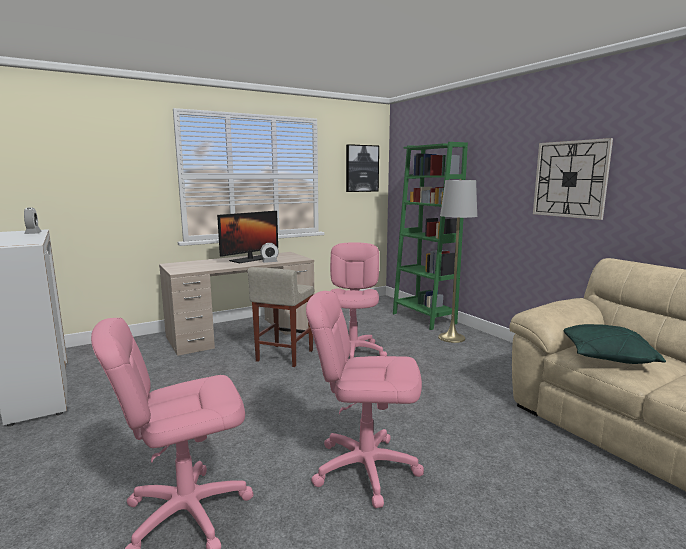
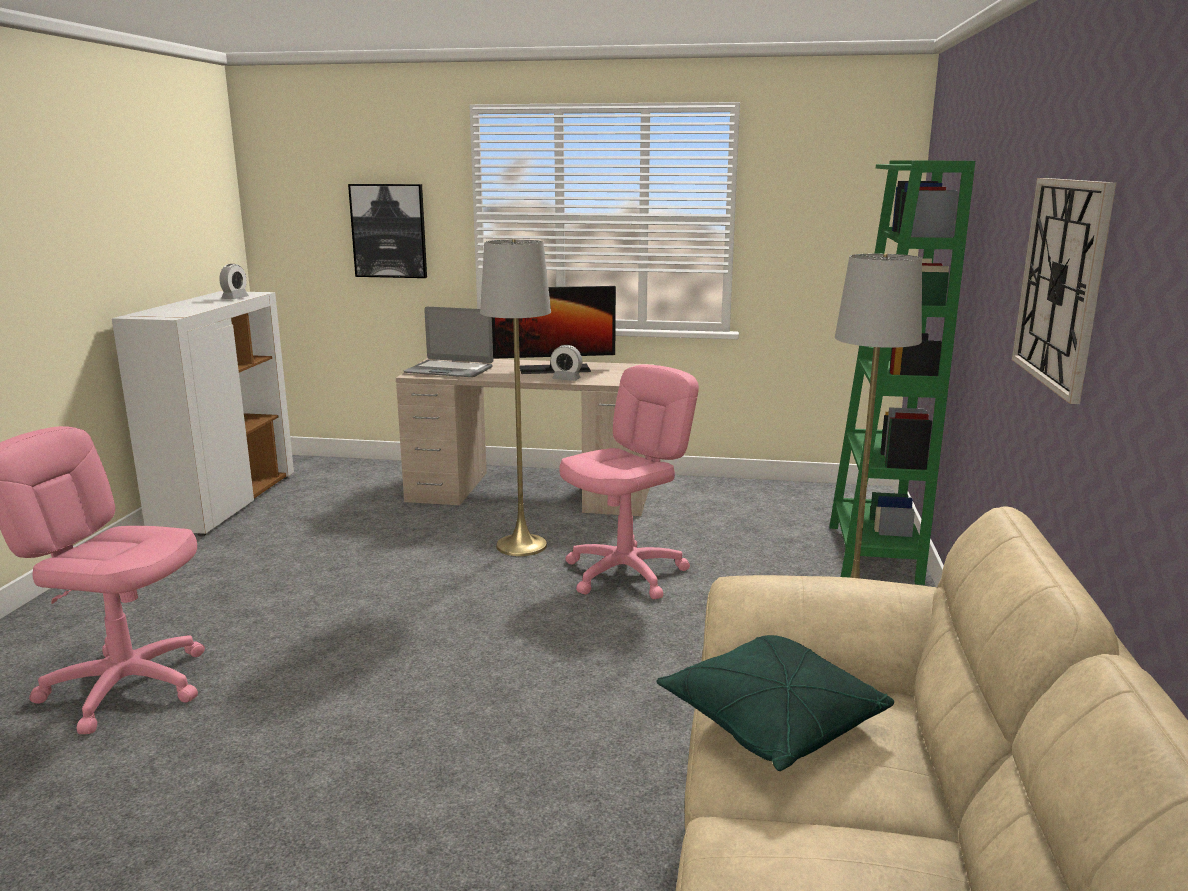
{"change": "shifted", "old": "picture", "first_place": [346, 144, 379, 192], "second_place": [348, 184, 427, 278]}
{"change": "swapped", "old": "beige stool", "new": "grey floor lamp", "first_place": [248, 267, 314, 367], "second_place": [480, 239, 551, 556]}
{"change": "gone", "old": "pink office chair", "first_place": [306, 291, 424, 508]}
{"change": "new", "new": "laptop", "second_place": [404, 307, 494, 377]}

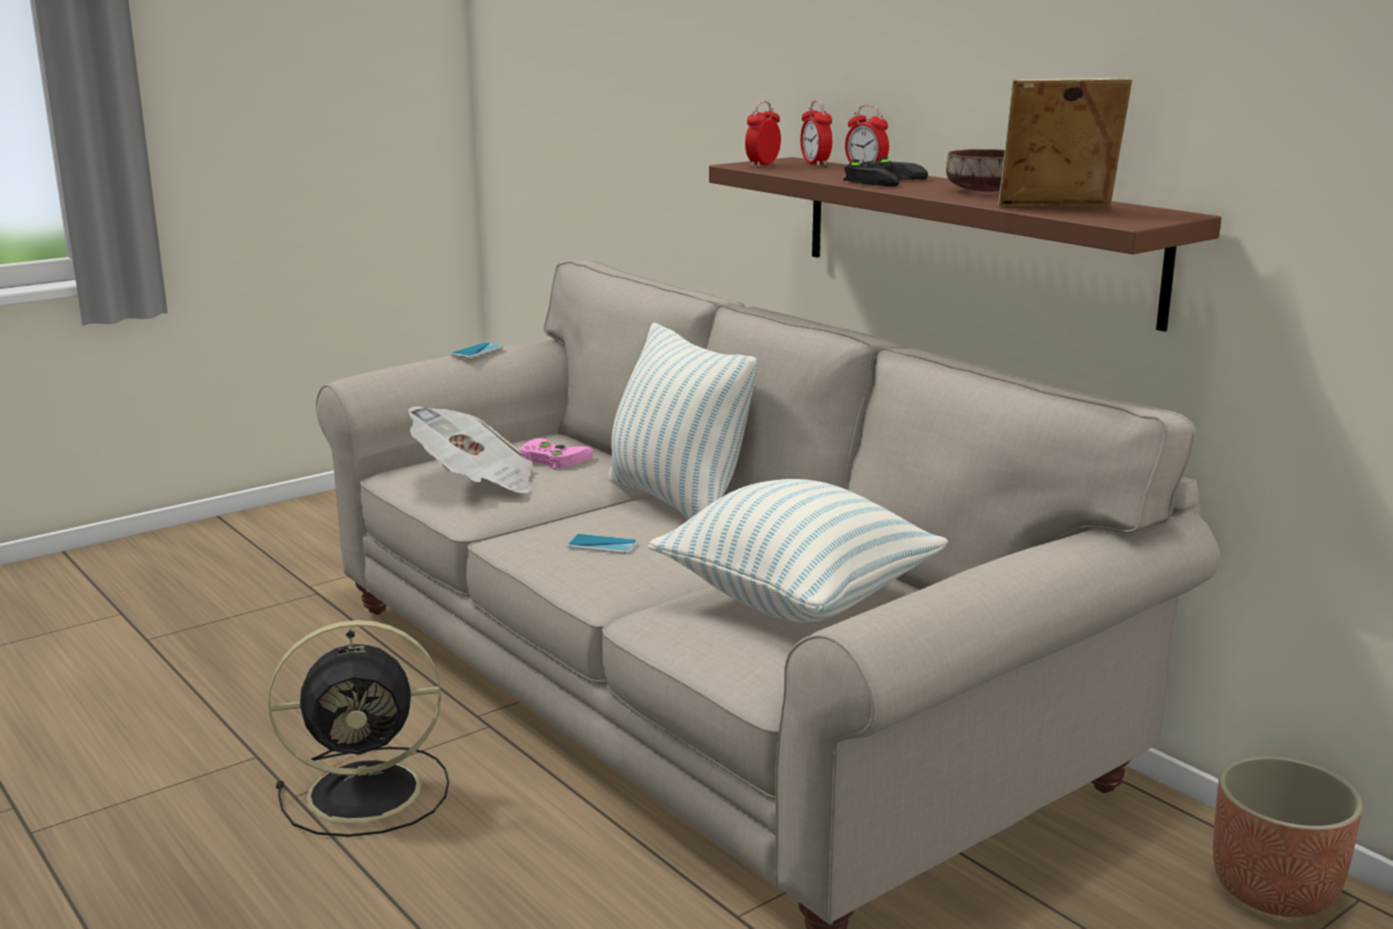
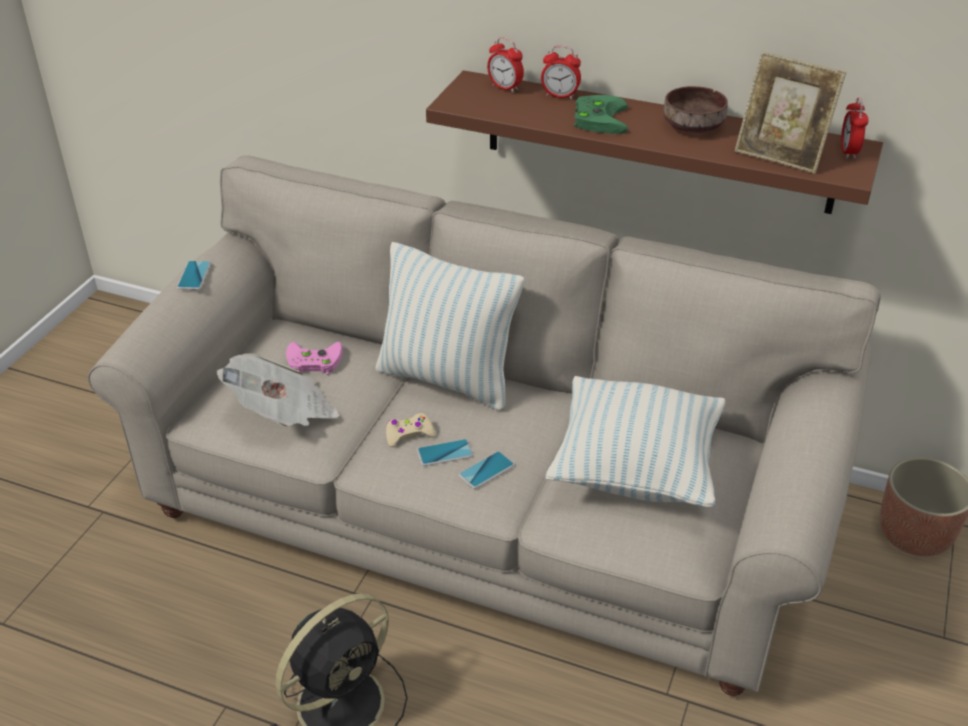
{"change": "rotated", "old": "picture frame", "first_place": [998, 77, 1132, 206], "second_place": [735, 51, 846, 174], "degrees": -120}
{"change": "shifted", "old": "alarm clock", "first_place": [745, 101, 781, 167], "second_place": [841, 97, 868, 159]}
{"change": "repainted", "old": "black game controller", "new": "green game controller", "first_place": [844, 157, 928, 186], "second_place": [574, 95, 628, 134]}
{"change": "new", "new": "beige game controller", "second_place": [386, 413, 436, 447]}
{"change": "new", "new": "phone", "second_place": [459, 451, 515, 489]}

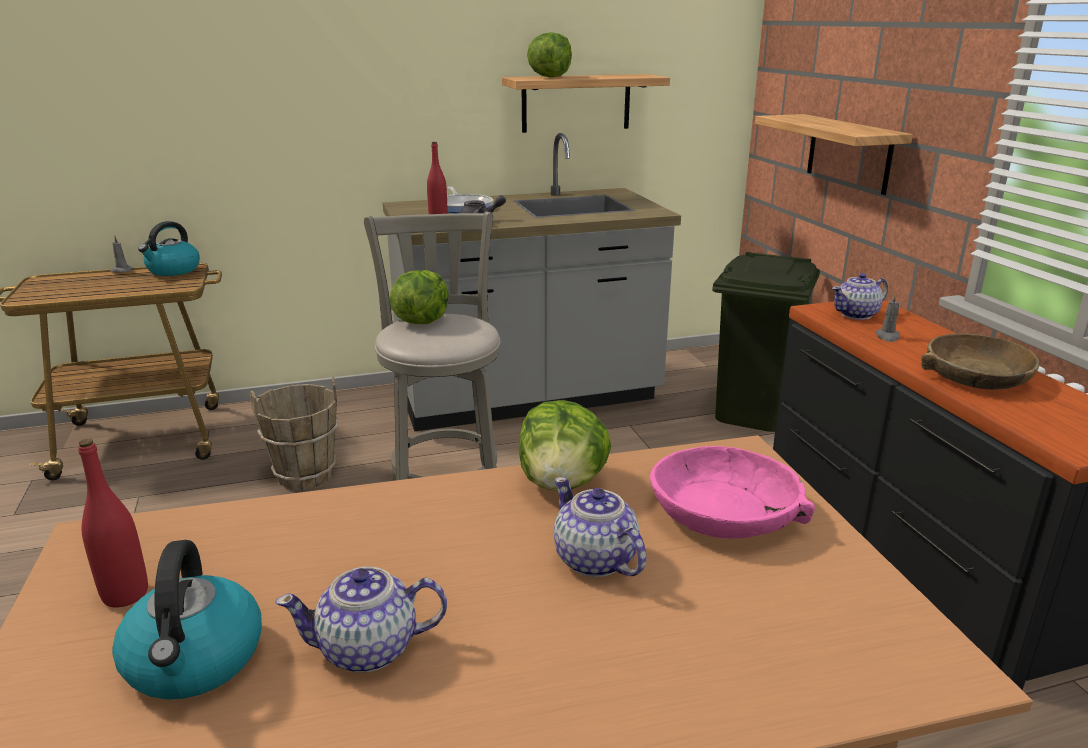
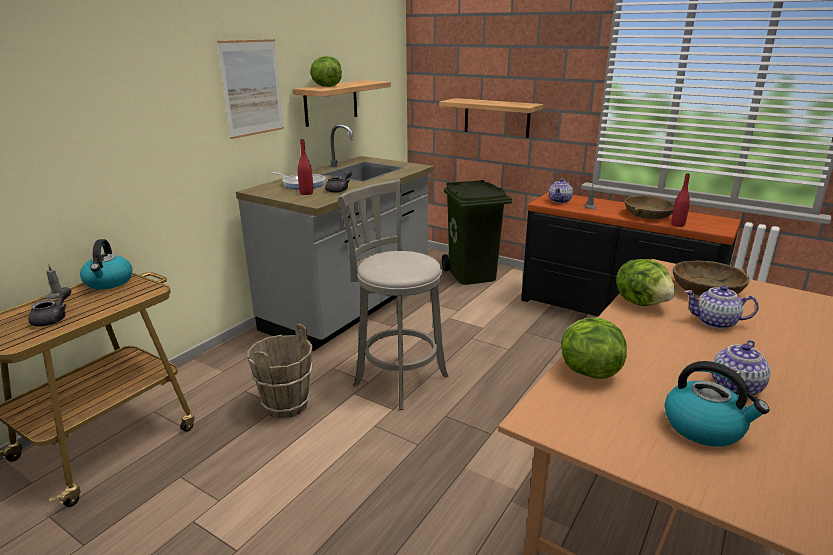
{"change": "shifted", "old": "lettuce", "first_place": [389, 270, 449, 324], "second_place": [561, 318, 627, 379]}
{"change": "shifted", "old": "red bottle", "first_place": [78, 439, 148, 608], "second_place": [671, 173, 690, 227]}
{"change": "repainted", "old": "pink bowl", "new": "brown bowl", "first_place": [650, 446, 815, 538], "second_place": [673, 260, 750, 296]}
{"change": "new", "new": "picture", "second_place": [217, 39, 284, 139]}
{"change": "new", "new": "grey teapot", "second_place": [28, 287, 71, 326]}

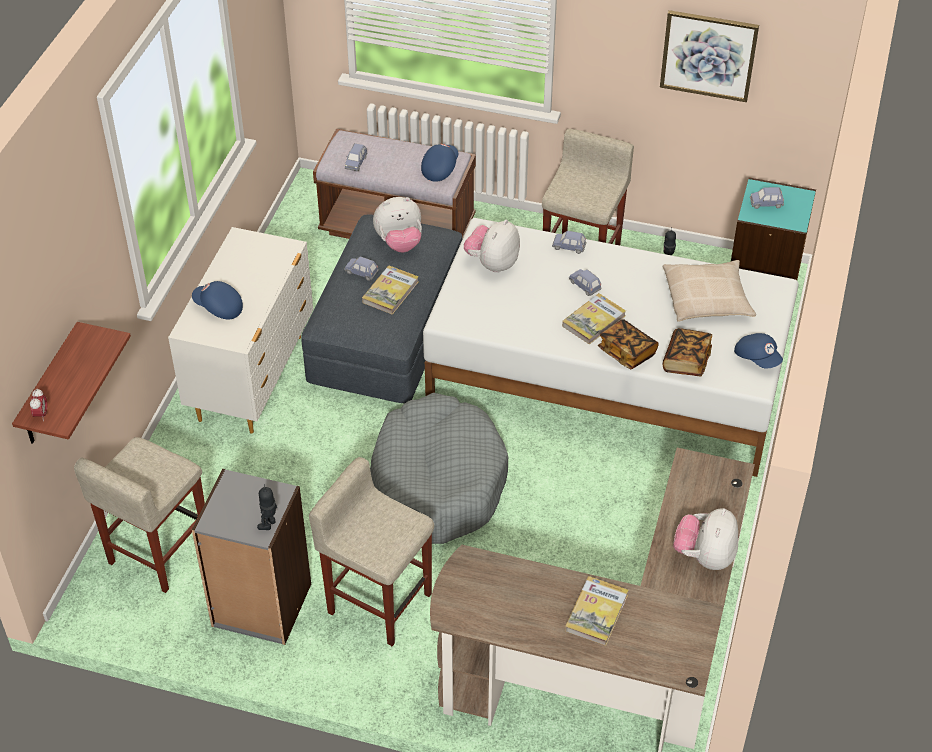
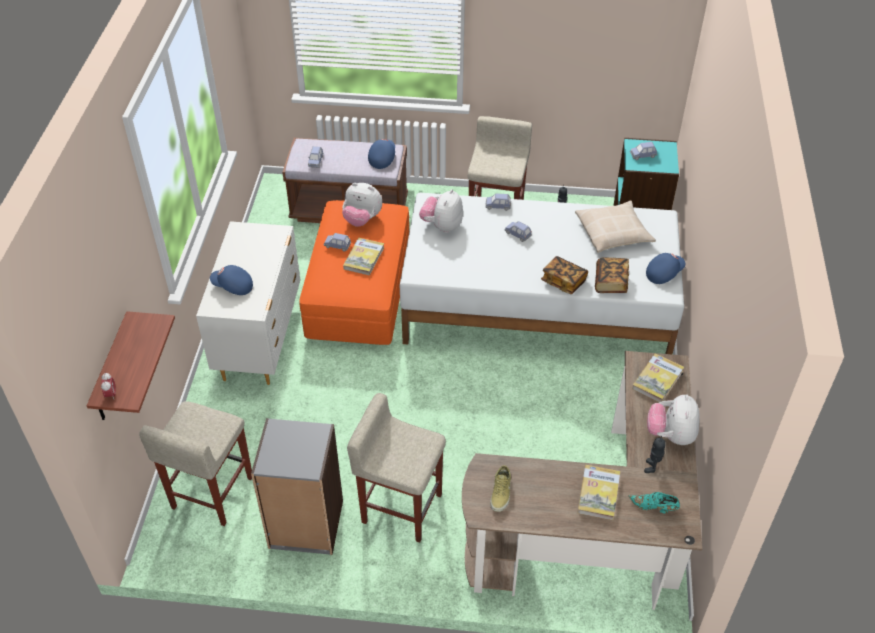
{"change": "gone", "old": "picture", "first_place": [660, 10, 759, 102]}
{"change": "rotated", "old": "plush toy", "first_place": [373, 197, 422, 253], "second_place": [342, 183, 382, 227], "degrees": 45}
{"change": "repainted", "old": "grey ottoman", "new": "orange ottoman", "first_place": [301, 215, 462, 404], "second_place": [300, 200, 409, 345]}
{"change": "shifted", "old": "book", "first_place": [562, 293, 626, 345], "second_place": [632, 353, 684, 402]}
{"change": "rotated", "old": "blue cap", "first_place": [734, 333, 783, 368], "second_place": [646, 253, 685, 284], "degrees": -75}
{"change": "gone", "old": "grey dog bed", "first_place": [370, 393, 509, 544]}
{"change": "shifted", "old": "toy robot", "first_place": [257, 484, 277, 530], "second_place": [644, 436, 666, 473]}
{"change": "new", "new": "beige shoe", "second_place": [490, 465, 511, 512]}
{"change": "new", "new": "turquoise shoe", "second_place": [628, 492, 680, 513]}

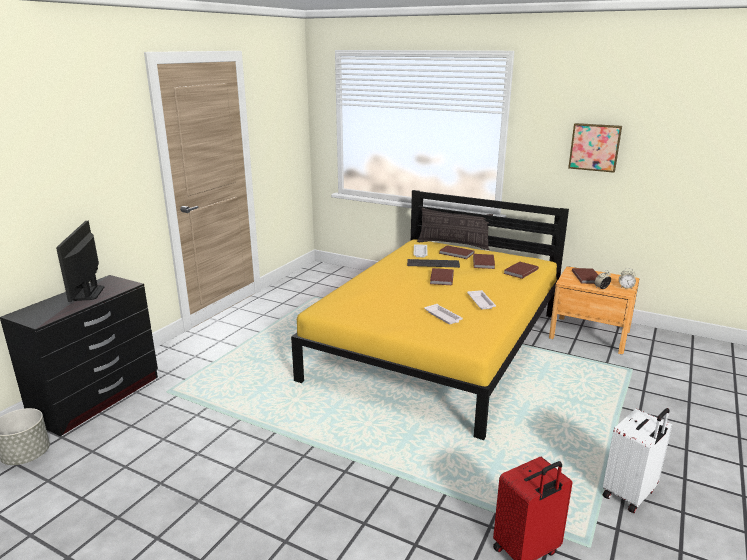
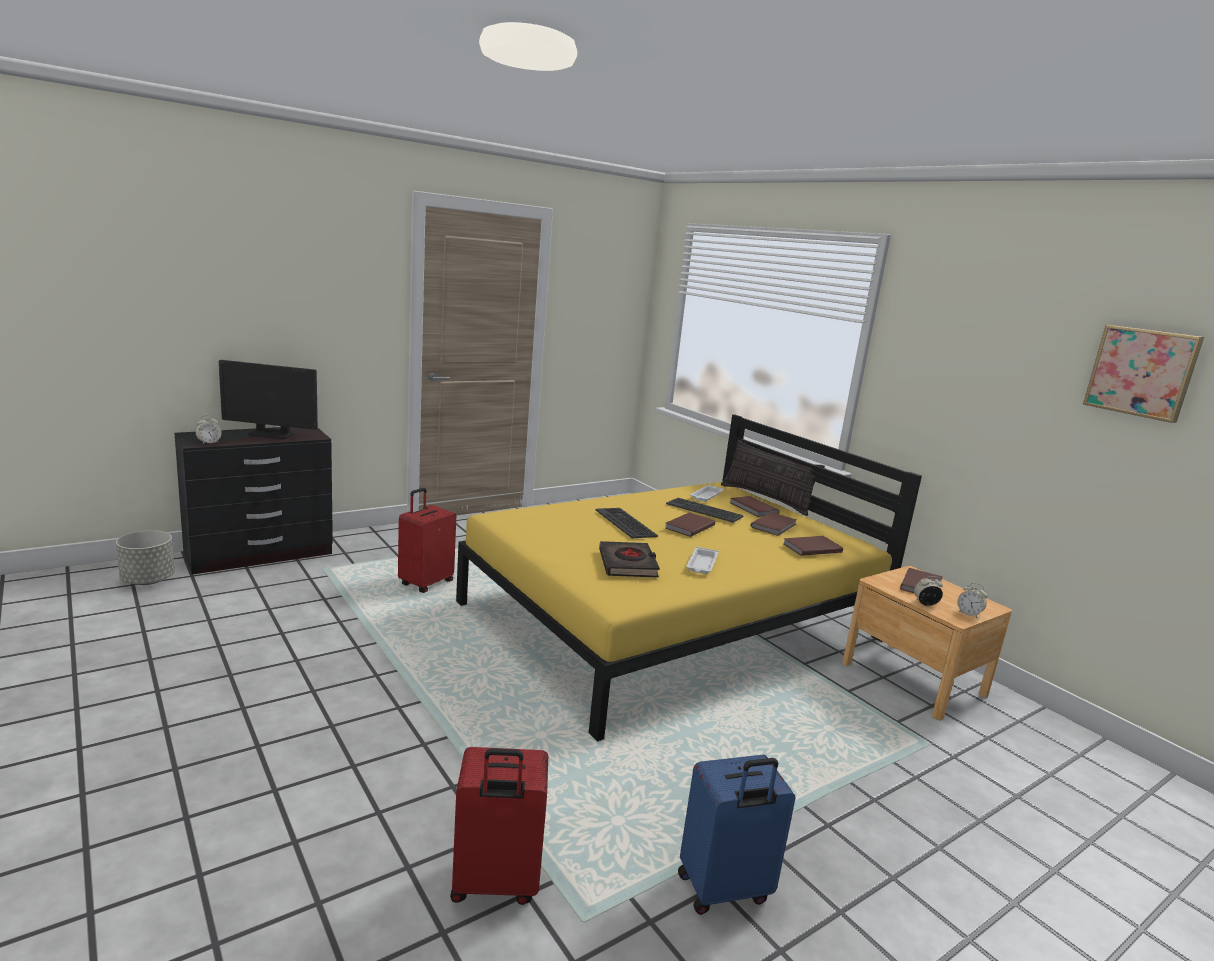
{"change": "shifted", "old": "picture", "first_place": [568, 123, 622, 173], "second_place": [1083, 325, 1204, 423]}
{"change": "rotated", "old": "monitor", "first_place": [56, 221, 104, 302], "second_place": [219, 360, 318, 439], "degrees": -105}
{"change": "swapped", "old": "white tray", "new": "black book", "first_place": [424, 304, 463, 324], "second_place": [599, 541, 660, 578]}
{"change": "repainted", "old": "white suitcase", "new": "blue suitcase", "first_place": [603, 408, 672, 513], "second_place": [678, 755, 796, 915]}
{"change": "new", "new": "alarm clock", "second_place": [195, 415, 222, 445]}
{"change": "new", "new": "red suitcase", "second_place": [398, 488, 456, 593]}
{"change": "new", "new": "keyboard", "second_place": [596, 508, 658, 538]}

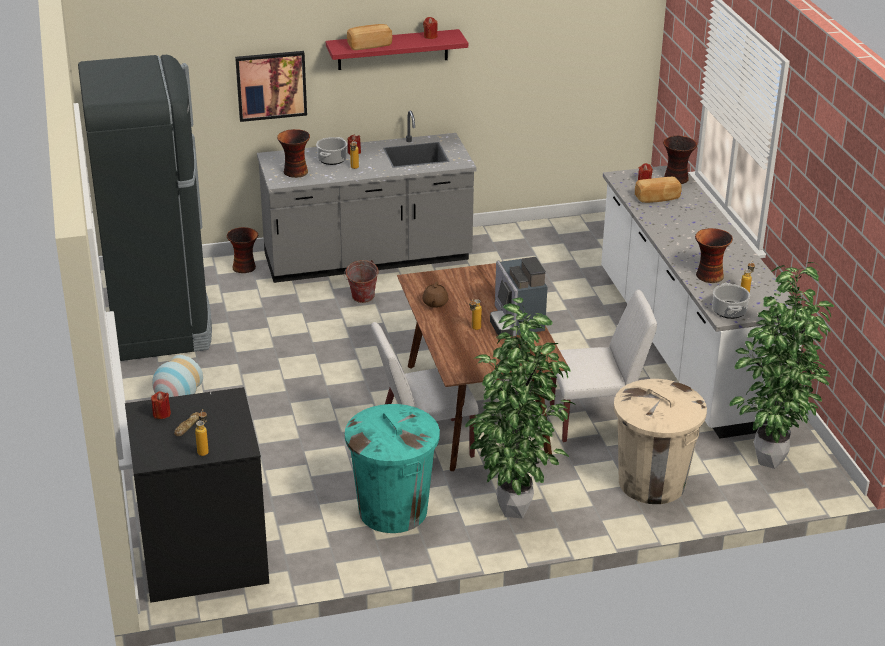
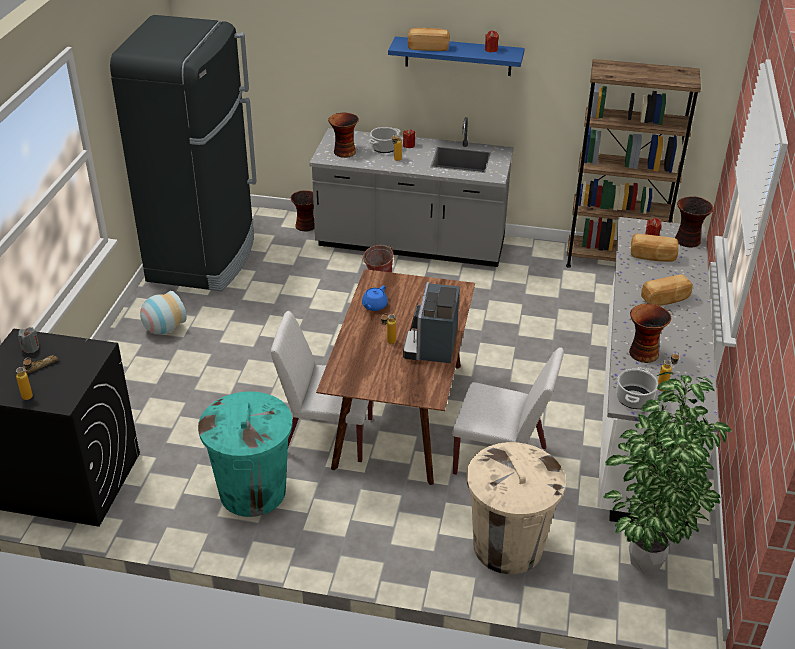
{"change": "repainted", "old": "red shelf", "new": "blue shelf", "first_place": [326, 29, 468, 70], "second_place": [388, 36, 525, 76]}
{"change": "gone", "old": "picture", "first_place": [235, 51, 307, 122]}
{"change": "repainted", "old": "brown teapot", "new": "blue teapot", "first_place": [422, 282, 449, 308], "second_place": [362, 286, 388, 311]}
{"change": "gone", "old": "potted plant", "first_place": [465, 297, 574, 518]}
{"change": "repainted", "old": "red candle", "new": "grey candle", "first_place": [151, 391, 171, 419], "second_place": [18, 327, 39, 353]}
{"change": "new", "new": "brown bookcase", "second_place": [566, 59, 701, 268]}
{"change": "new", "new": "bread", "second_place": [641, 274, 693, 306]}

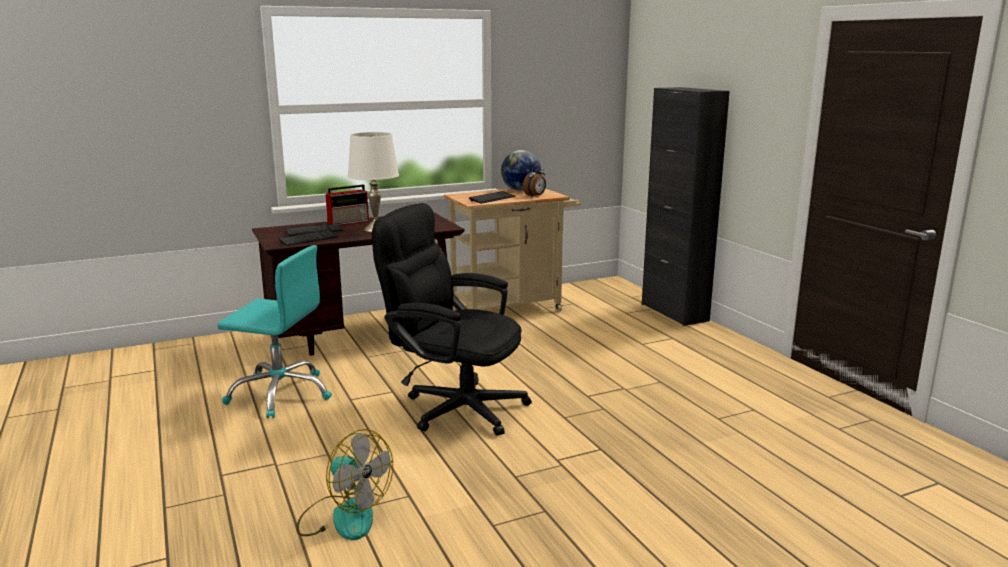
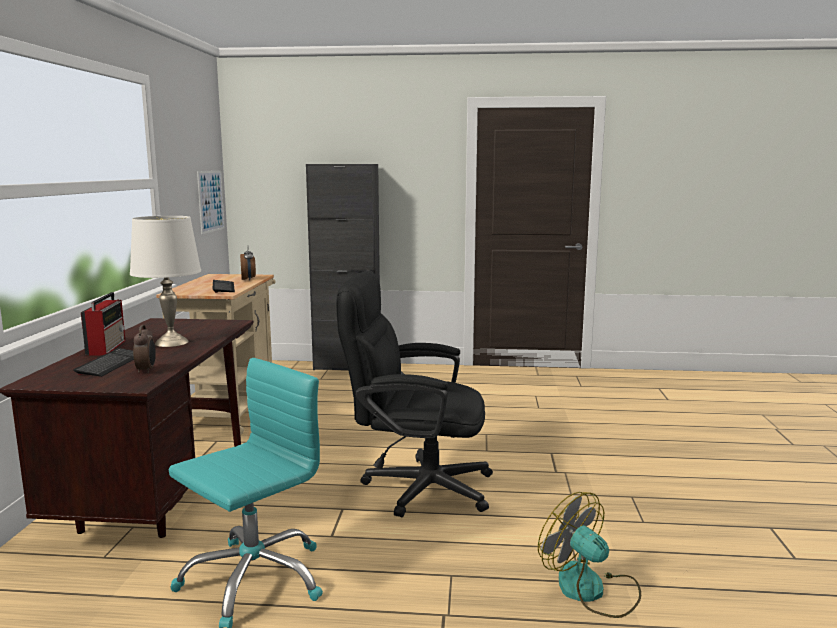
{"change": "gone", "old": "globe", "first_place": [501, 150, 541, 191]}
{"change": "rotated", "old": "black office chair", "first_place": [372, 203, 532, 436], "second_place": [336, 271, 493, 517], "degrees": 45}
{"change": "swapped", "old": "keyboard", "new": "alarm clock", "first_place": [278, 230, 339, 246], "second_place": [133, 325, 156, 373]}
{"change": "rotated", "old": "fan", "first_place": [296, 429, 393, 540], "second_place": [538, 492, 641, 618], "degrees": -105}
{"change": "new", "new": "picture", "second_place": [197, 171, 225, 234]}

